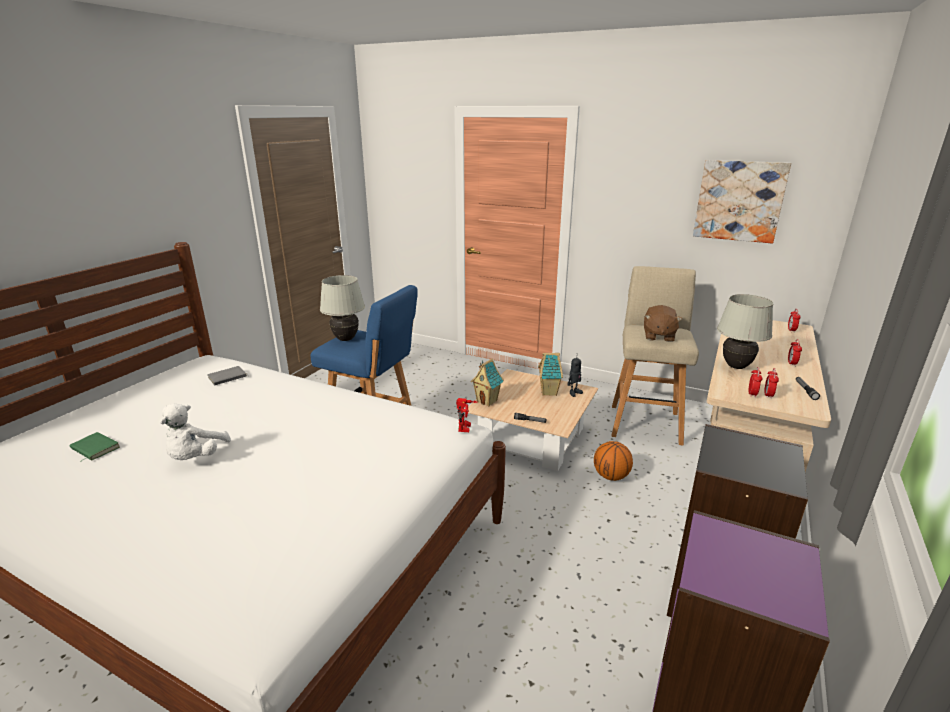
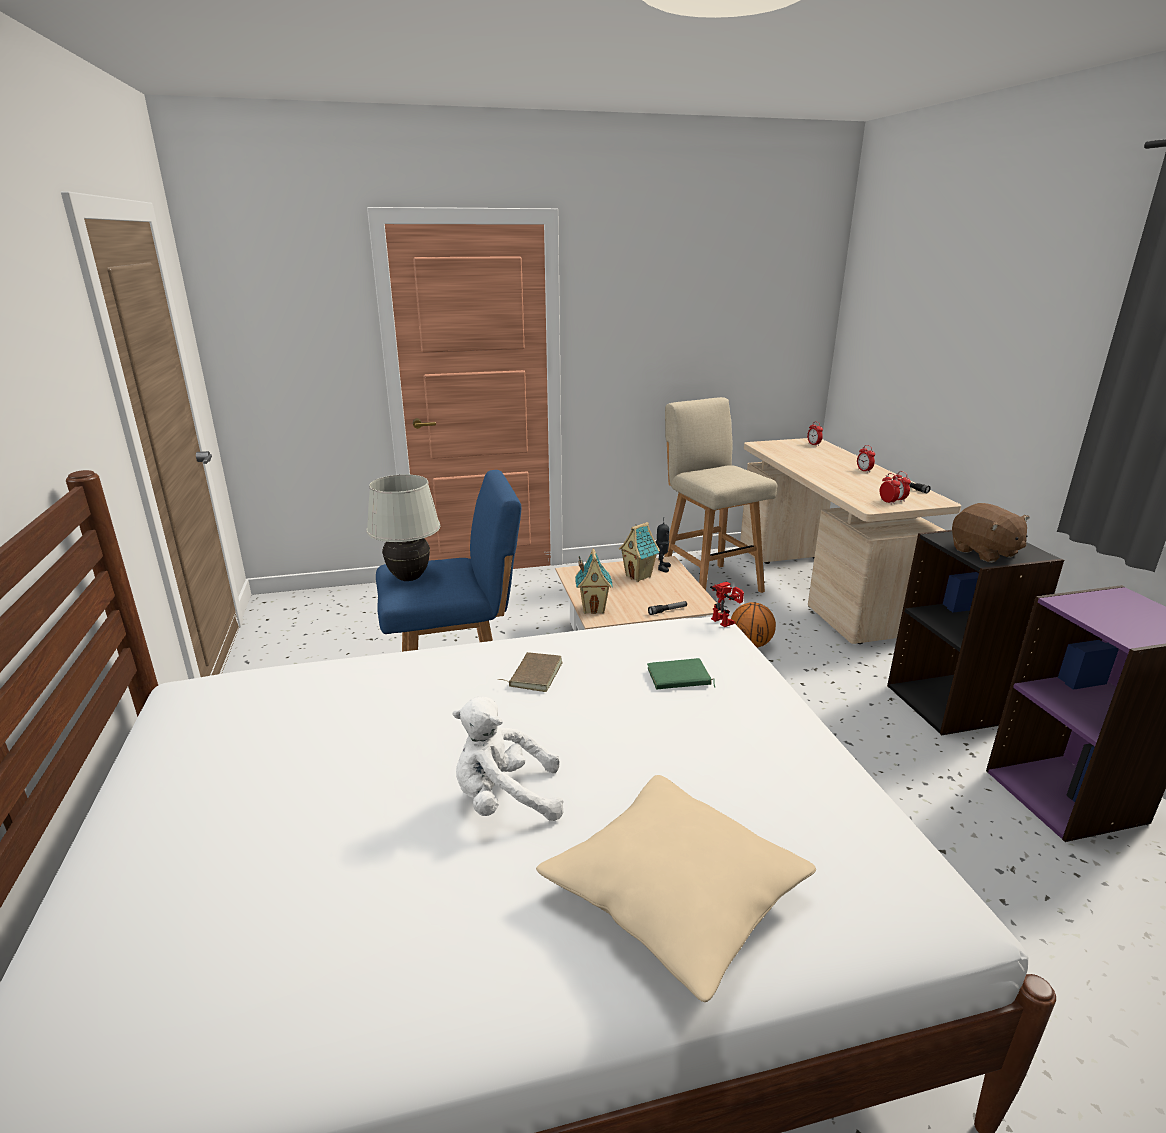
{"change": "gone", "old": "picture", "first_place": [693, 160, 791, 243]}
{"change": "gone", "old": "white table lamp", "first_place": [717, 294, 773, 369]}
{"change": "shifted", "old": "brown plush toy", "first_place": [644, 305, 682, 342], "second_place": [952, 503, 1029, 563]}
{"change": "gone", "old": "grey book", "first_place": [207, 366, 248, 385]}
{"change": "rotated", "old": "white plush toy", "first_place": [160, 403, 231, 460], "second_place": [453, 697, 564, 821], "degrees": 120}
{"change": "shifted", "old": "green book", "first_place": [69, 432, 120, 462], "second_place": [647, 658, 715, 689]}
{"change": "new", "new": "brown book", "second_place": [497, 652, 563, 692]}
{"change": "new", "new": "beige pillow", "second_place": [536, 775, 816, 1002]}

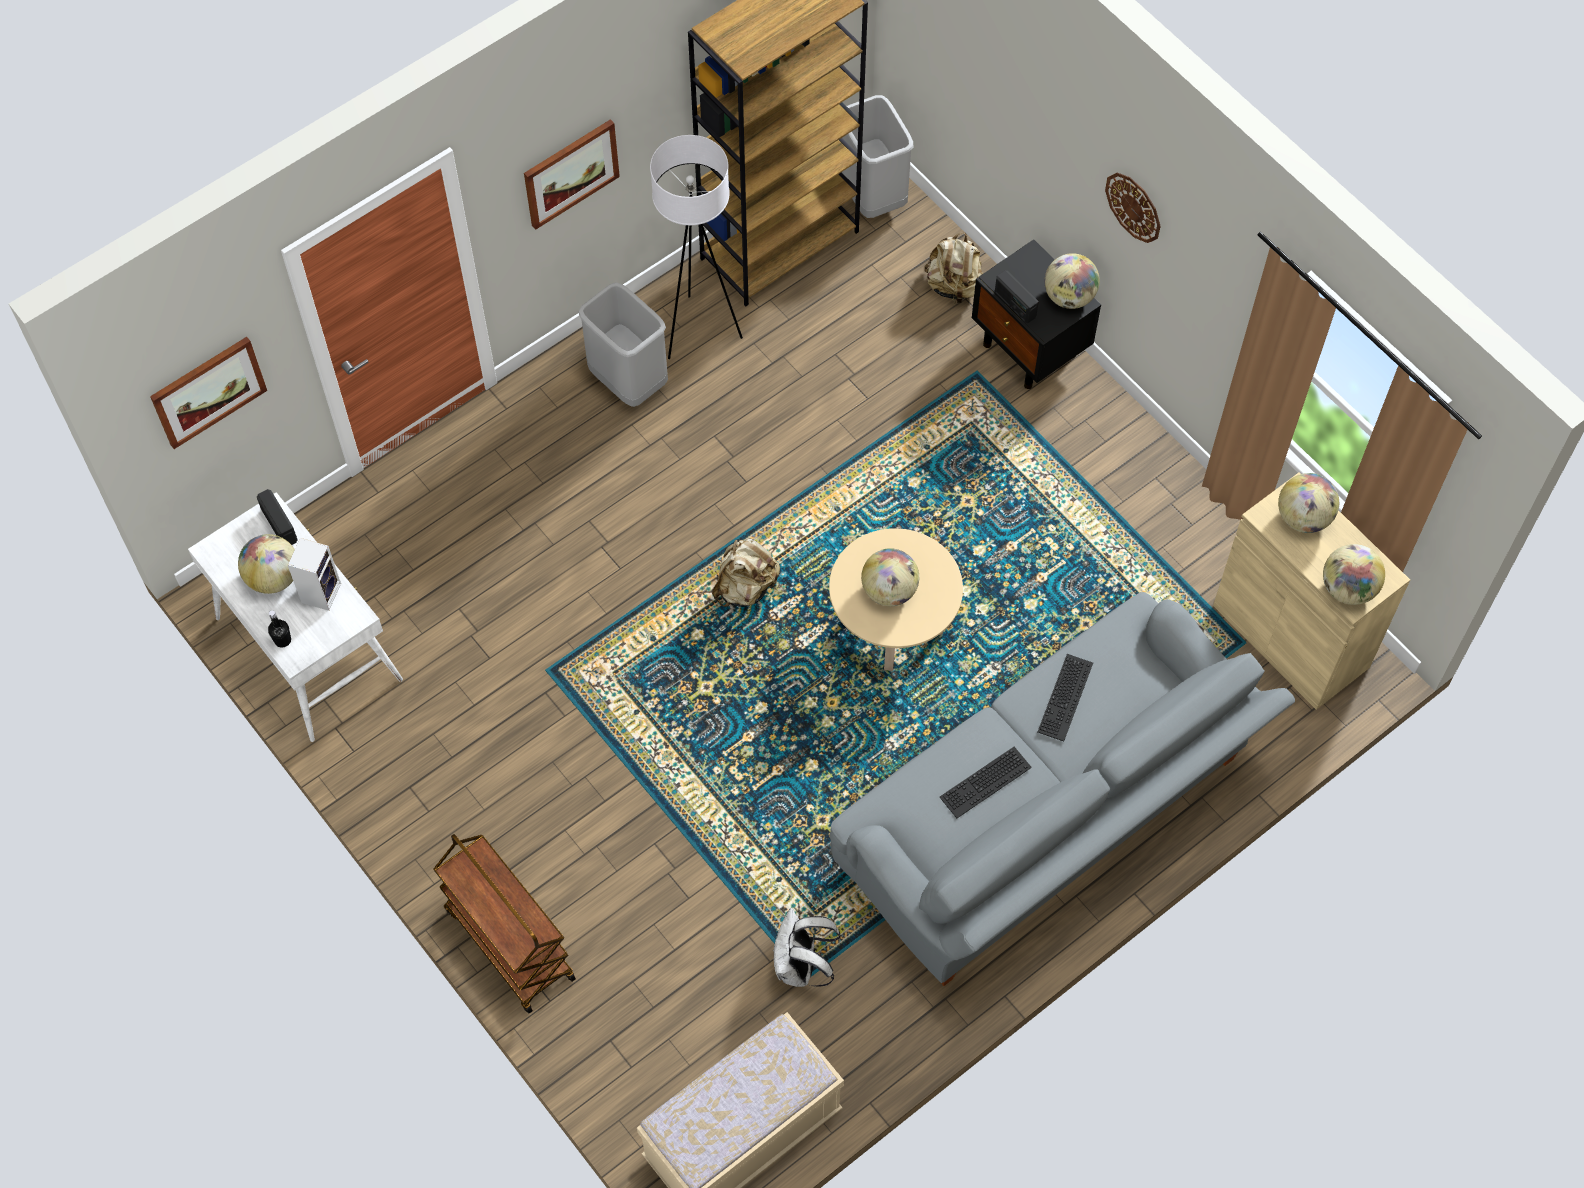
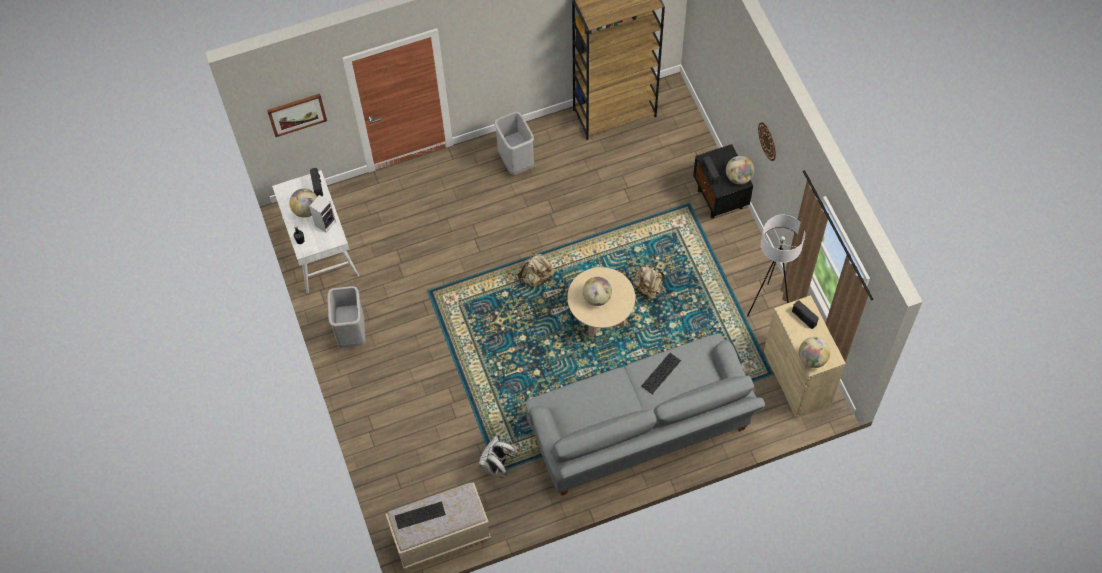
{"change": "shifted", "old": "grey trash can", "first_place": [842, 95, 914, 218], "second_place": [327, 286, 366, 348]}
{"change": "gone", "old": "picture", "first_place": [524, 119, 620, 230]}
{"change": "shifted", "old": "white floor lamp", "first_place": [650, 135, 743, 359], "second_place": [747, 215, 805, 316]}
{"change": "shifted", "old": "beige backpack", "first_place": [924, 232, 983, 305], "second_place": [632, 265, 664, 300]}
{"change": "swapped", "old": "globe", "new": "radio", "first_place": [1278, 473, 1339, 533], "second_place": [792, 301, 819, 329]}
{"change": "shifted", "old": "keyboard", "first_place": [940, 747, 1032, 818], "second_place": [395, 501, 446, 529]}
{"change": "gone", "old": "brown cart", "first_place": [433, 834, 576, 1013]}

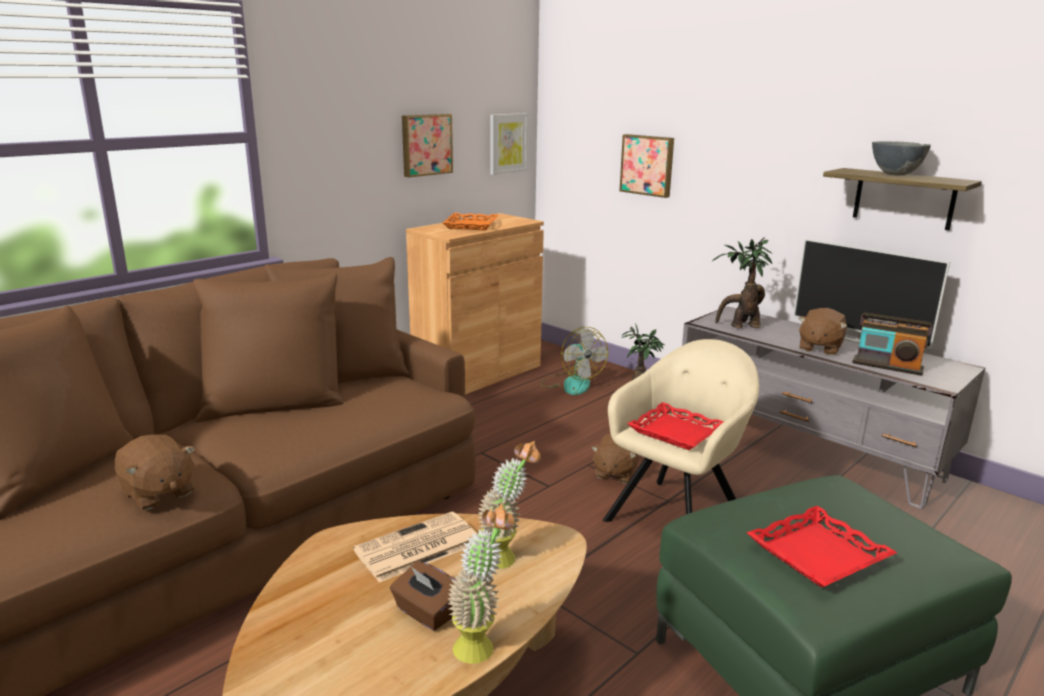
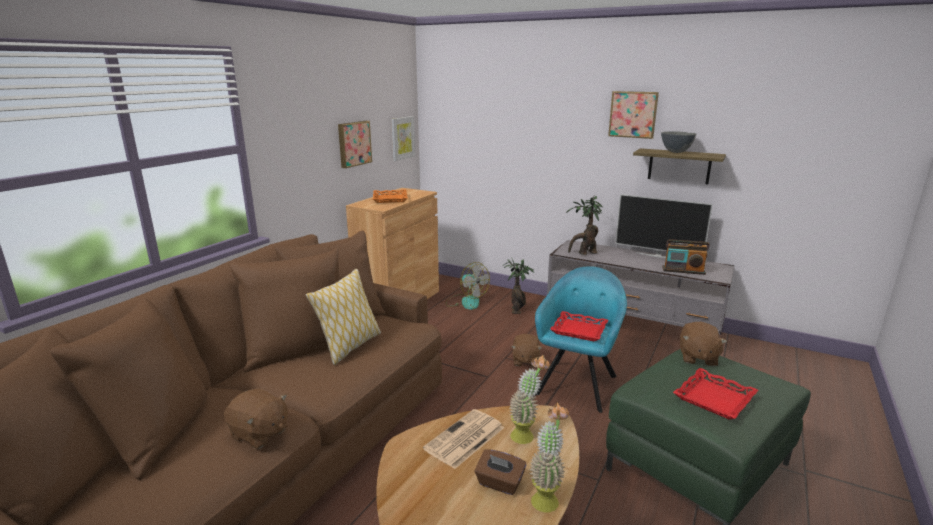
{"change": "shifted", "old": "picture", "first_place": [620, 134, 674, 198], "second_place": [608, 91, 659, 139]}
{"change": "shifted", "old": "brown plush toy", "first_place": [798, 308, 847, 356], "second_place": [680, 322, 727, 366]}
{"change": "repainted", "old": "beige armchair", "new": "turquoise armchair", "first_place": [603, 339, 759, 522], "second_place": [535, 266, 627, 413]}
{"change": "new", "new": "pillow", "second_place": [306, 269, 381, 365]}

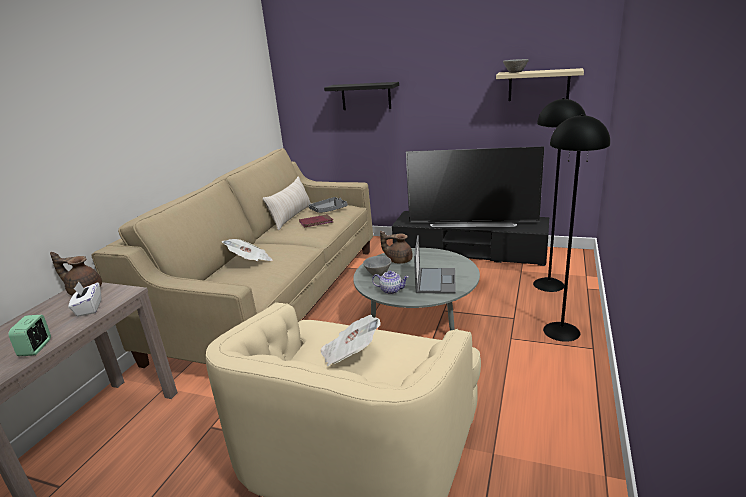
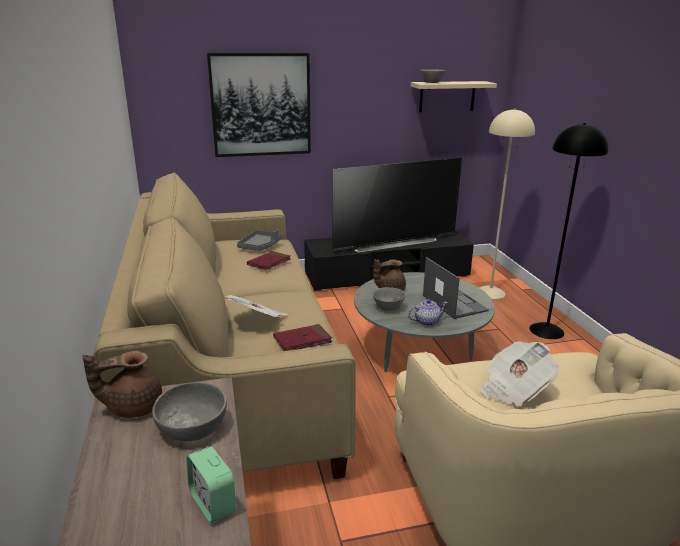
{"change": "swapped", "old": "black shelf", "new": "picture", "first_place": [324, 82, 399, 110], "second_place": [207, 53, 311, 157]}
{"change": "repainted", "old": "black floor lamp", "new": "beige floor lamp", "first_place": [533, 98, 586, 292], "second_place": [479, 108, 535, 299]}
{"change": "gone", "old": "beige pillow", "first_place": [262, 176, 311, 231]}
{"change": "swapped", "old": "white tissue box", "new": "grey bowl", "first_place": [68, 282, 102, 317], "second_place": [152, 382, 227, 441]}
{"change": "new", "new": "red book", "second_place": [273, 324, 332, 351]}

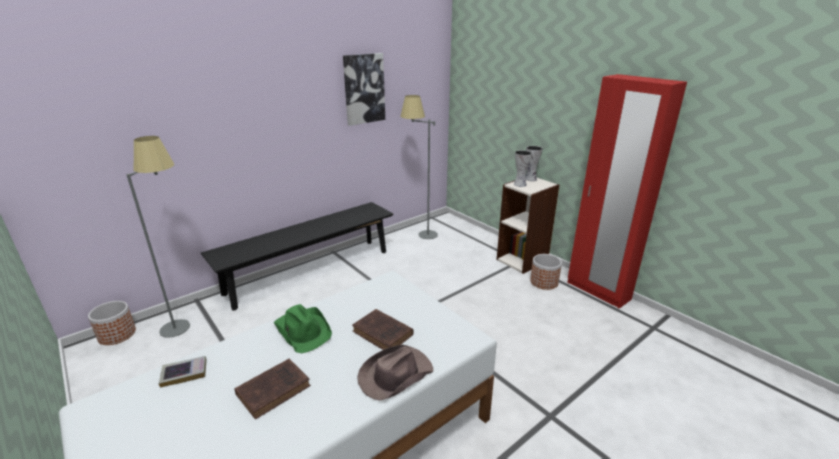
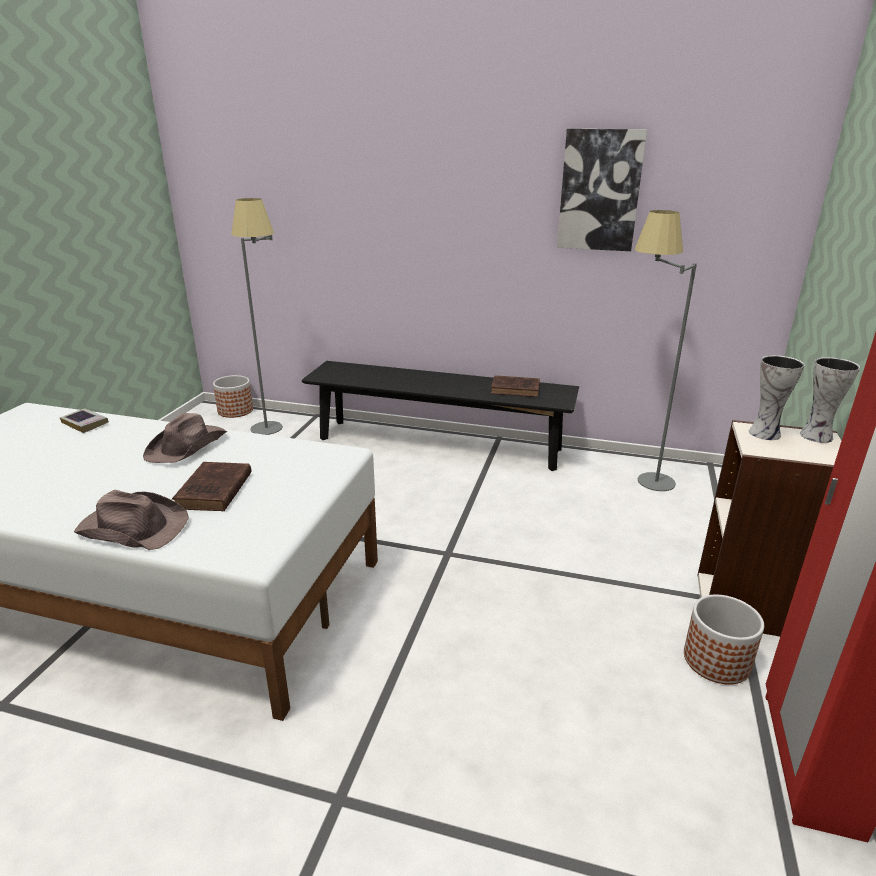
{"change": "repainted", "old": "green hat", "new": "brown hat", "first_place": [273, 304, 332, 353], "second_place": [143, 413, 227, 463]}
{"change": "shifted", "old": "brown book", "first_place": [234, 359, 311, 420], "second_place": [491, 375, 540, 397]}

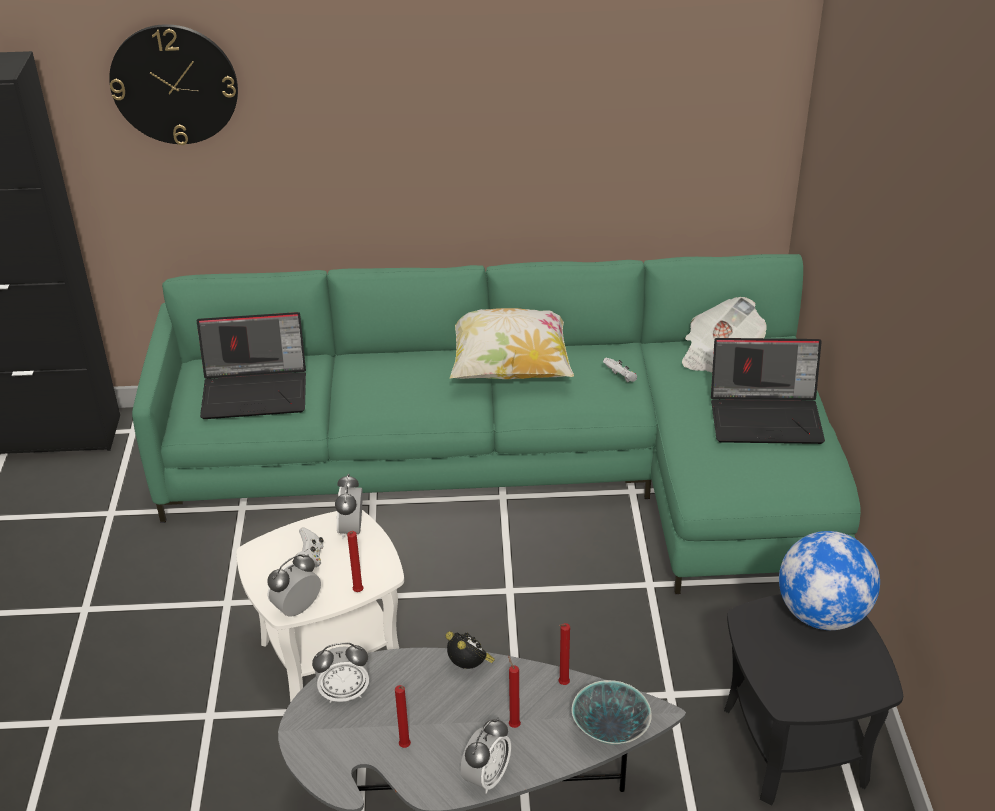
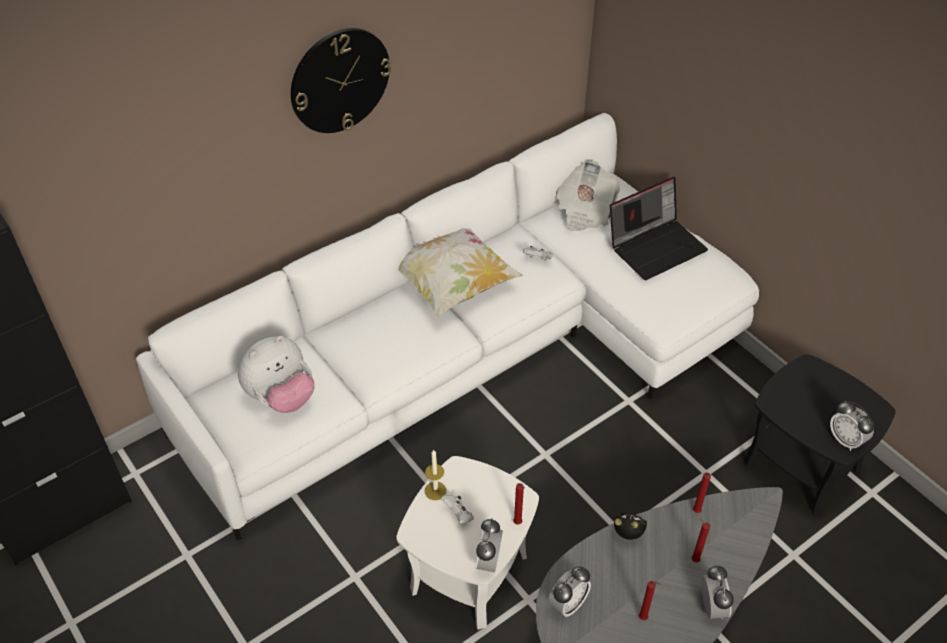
{"change": "shifted", "old": "wall clock", "first_place": [109, 24, 238, 145], "second_place": [291, 28, 391, 133]}
{"change": "repainted", "old": "green sofa", "new": "white sofa", "first_place": [132, 254, 861, 594], "second_place": [136, 113, 759, 541]}
{"change": "swapped", "old": "laptop", "new": "plush toy", "first_place": [197, 312, 306, 419], "second_place": [238, 336, 315, 413]}
{"change": "shifted", "old": "alarm clock", "first_place": [335, 474, 363, 539], "second_place": [830, 401, 874, 451]}
{"change": "gone", "old": "globe", "first_place": [779, 531, 880, 630]}
{"change": "gone", "old": "bowl", "first_place": [572, 680, 652, 745]}
{"change": "new", "new": "candle", "second_place": [425, 450, 447, 500]}

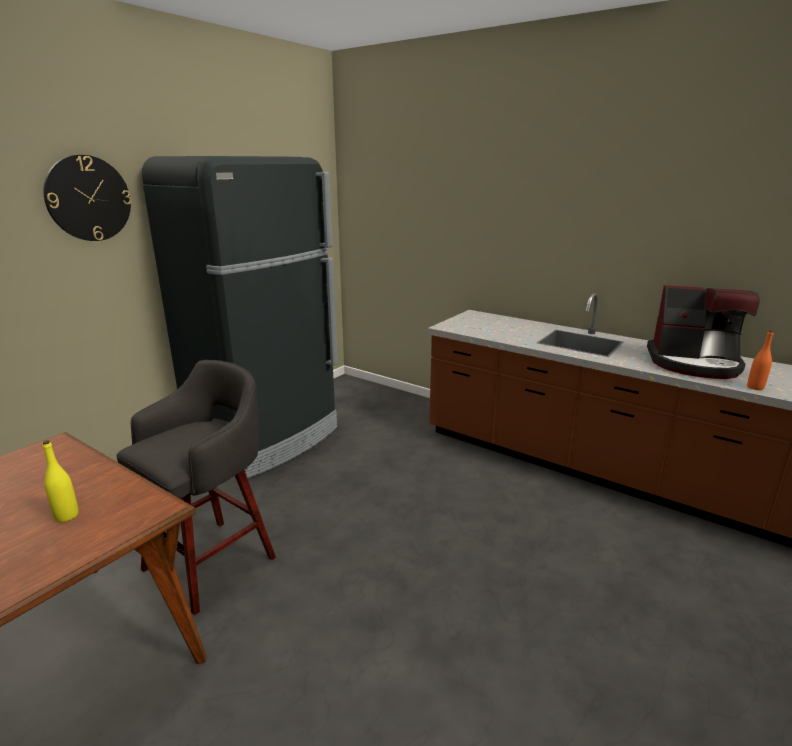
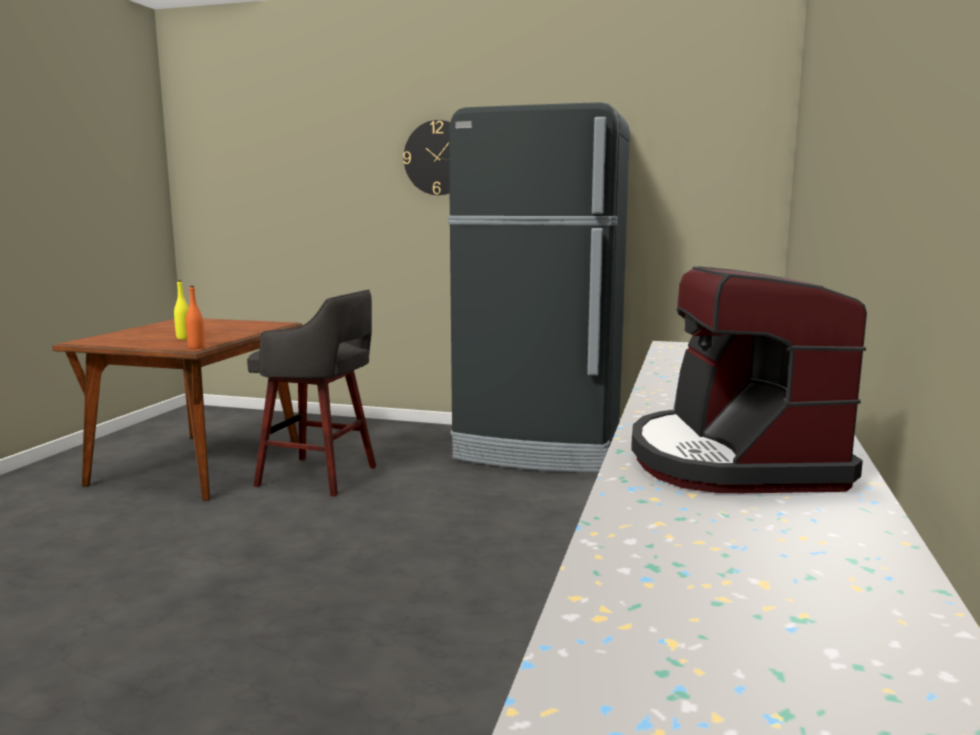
{"change": "shifted", "old": "orange bottle", "first_place": [747, 330, 774, 390], "second_place": [186, 286, 205, 349]}

